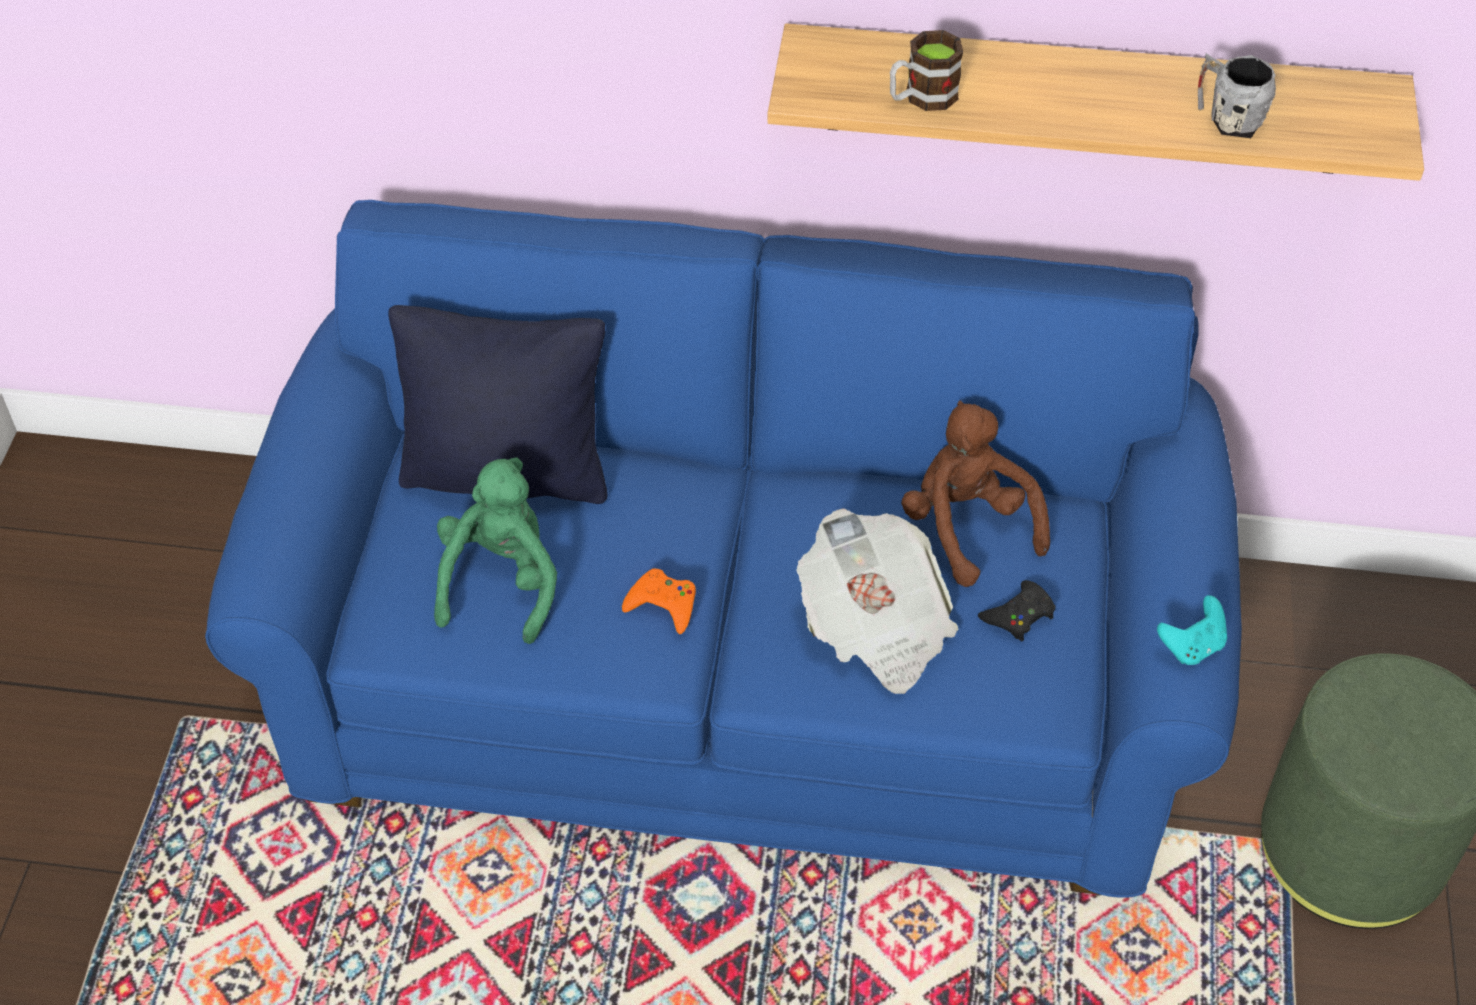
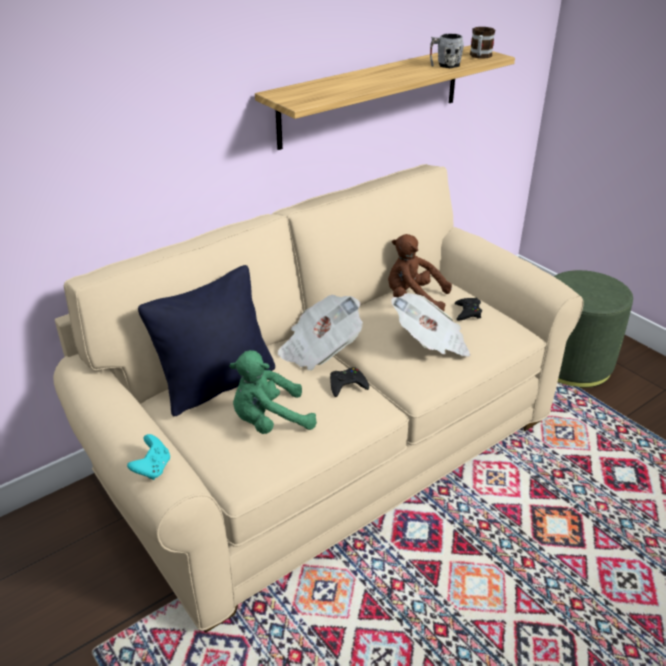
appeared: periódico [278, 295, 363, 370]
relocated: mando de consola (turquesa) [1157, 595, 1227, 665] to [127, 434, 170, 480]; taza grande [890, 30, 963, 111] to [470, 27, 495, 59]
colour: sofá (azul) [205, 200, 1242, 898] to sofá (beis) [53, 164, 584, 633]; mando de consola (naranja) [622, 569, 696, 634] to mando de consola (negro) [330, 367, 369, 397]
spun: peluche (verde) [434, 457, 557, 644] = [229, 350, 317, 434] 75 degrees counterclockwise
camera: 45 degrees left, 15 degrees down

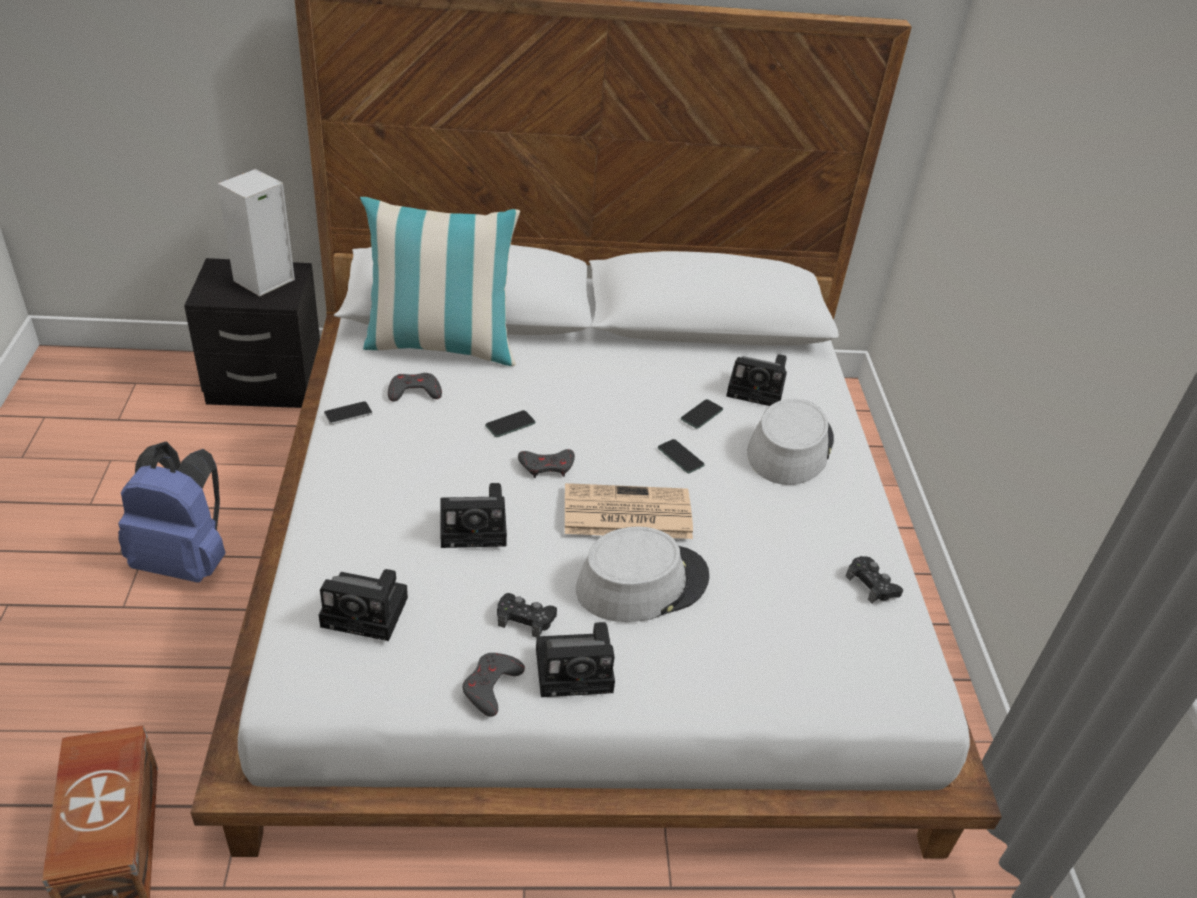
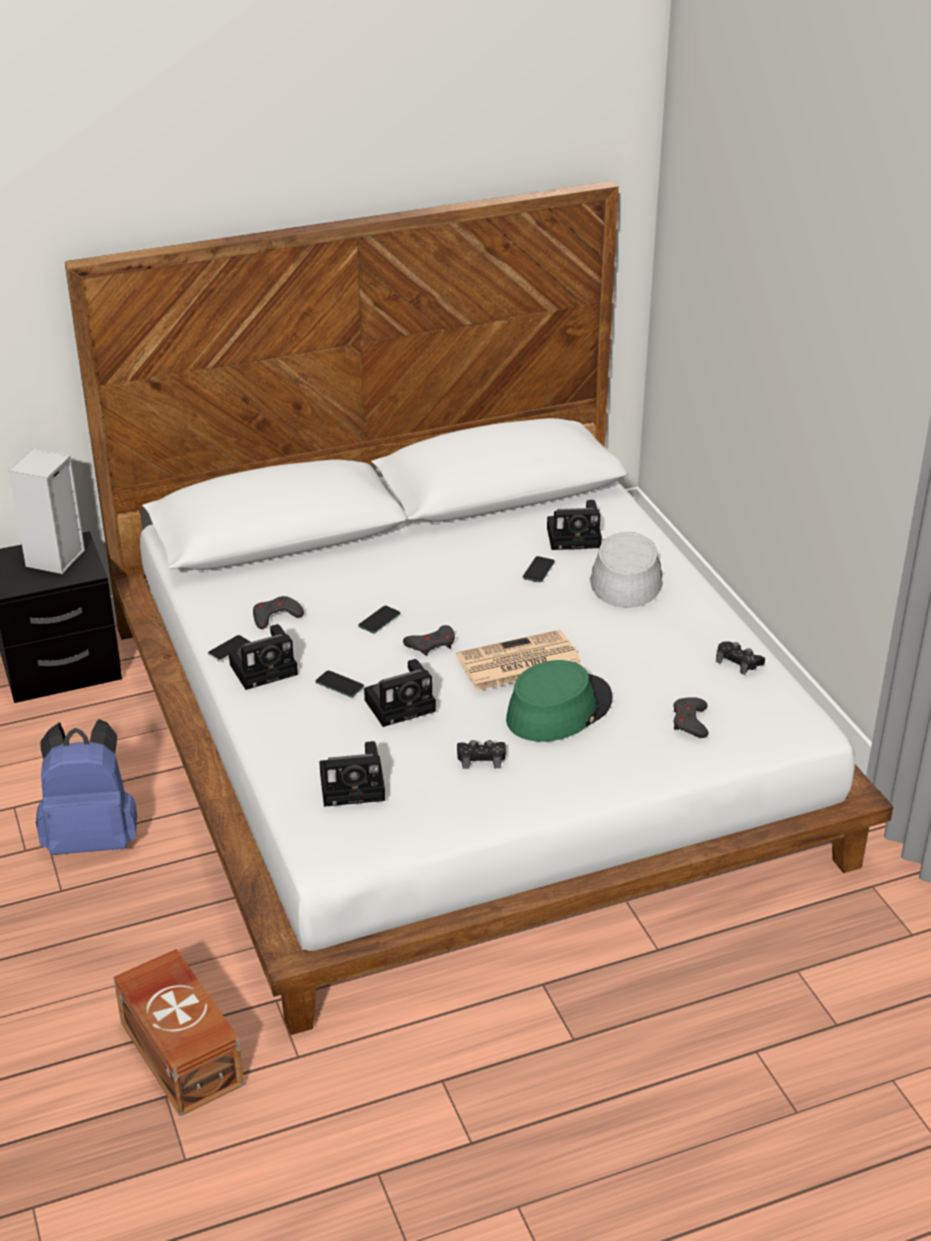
missing: cojín [360, 197, 520, 366]
relocated: cámara [536, 622, 615, 697] to [229, 624, 298, 690]; móvil [658, 439, 705, 473] to [315, 670, 364, 697]; mando de consola (gris) [462, 653, 525, 717] to [673, 697, 708, 738]
colour: sombrero (gris) [576, 526, 709, 622] to sombrero (verde) [506, 660, 612, 742]
camera: 15 degrees left, 5 degrees down

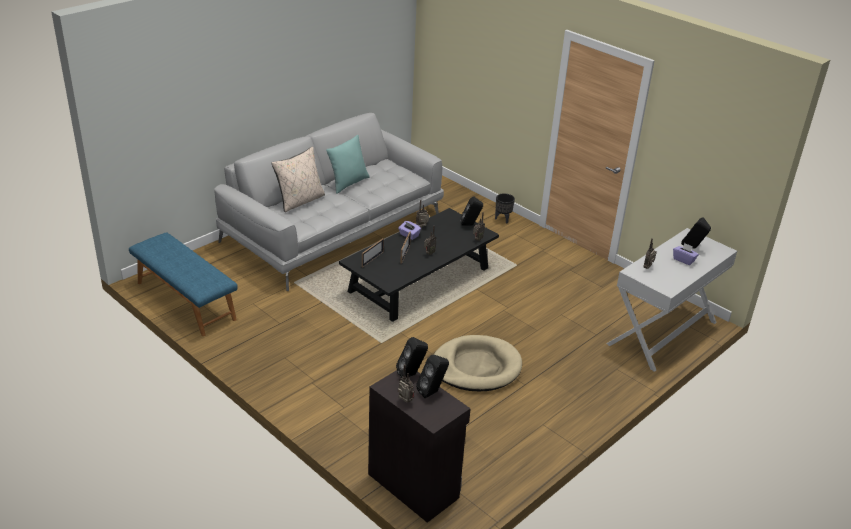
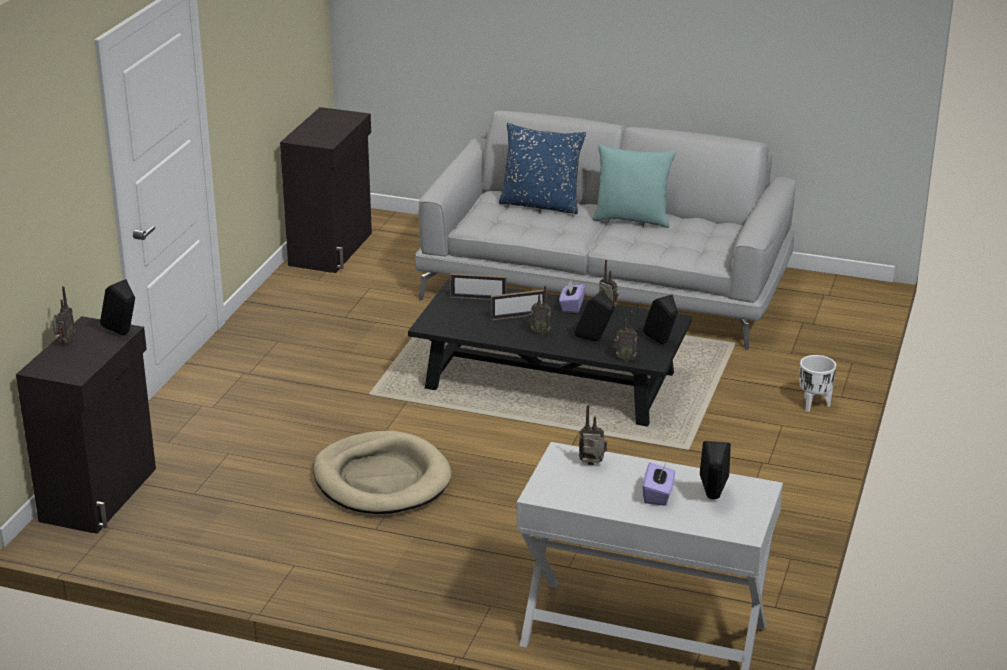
relocated: altavoz (negro) [416, 354, 449, 398] to [574, 290, 615, 342]
exchanged: banco (azul) [129, 233, 238, 336] to armario (negro) [280, 107, 372, 273]
colour: cojín (beis) [272, 147, 325, 212] to cojín (azul) [499, 123, 586, 214]; maceta (negro) [495, 193, 515, 224] to maceta (blanco) [799, 355, 836, 412]
camera: 65 degrees right, 5 degrees down

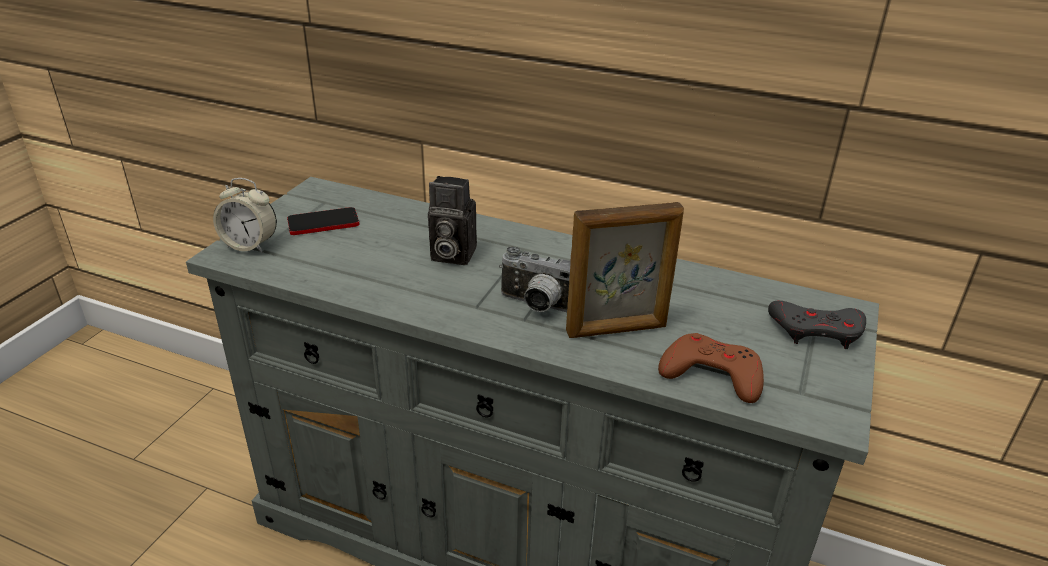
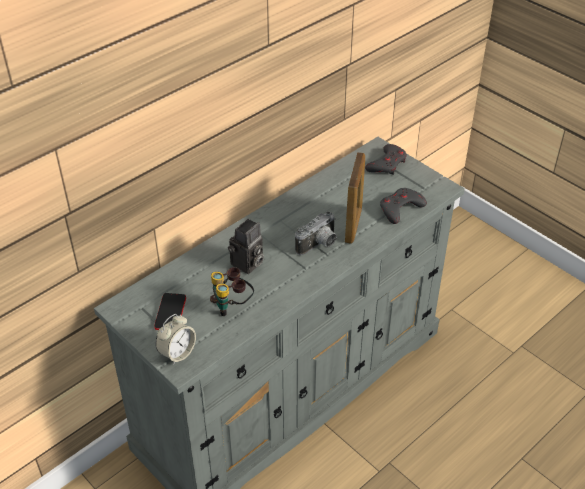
appeared: prismáticos [210, 267, 254, 316]
colour: mando de consola (marrón) [658, 333, 764, 403] to mando de consola (gris) [380, 188, 427, 224]
camera: 65 degrees left, 10 degrees up

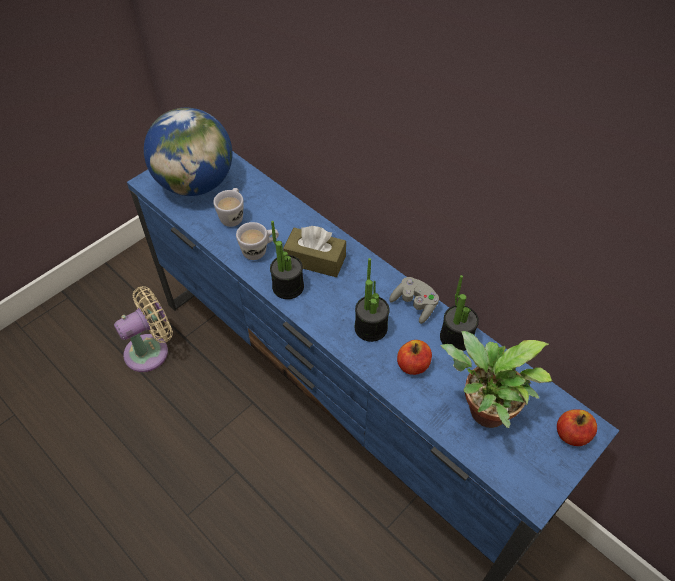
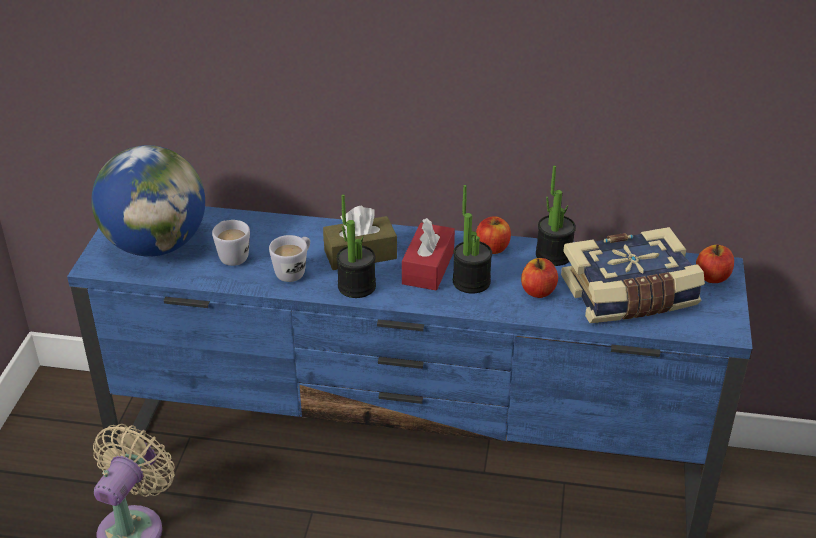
appeared: caja de pañuelos (rojo) [402, 218, 455, 291]
exchanged: mando de consola (gris) [389, 277, 439, 324] to manzana [476, 216, 511, 254]; planta en maceta [440, 331, 552, 428] to libro [561, 227, 705, 323]
camera: 35 degrees left, 15 degrees down

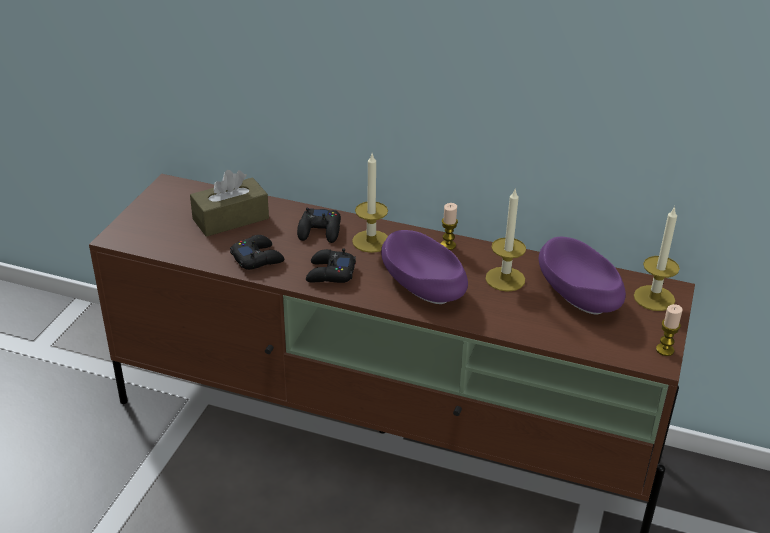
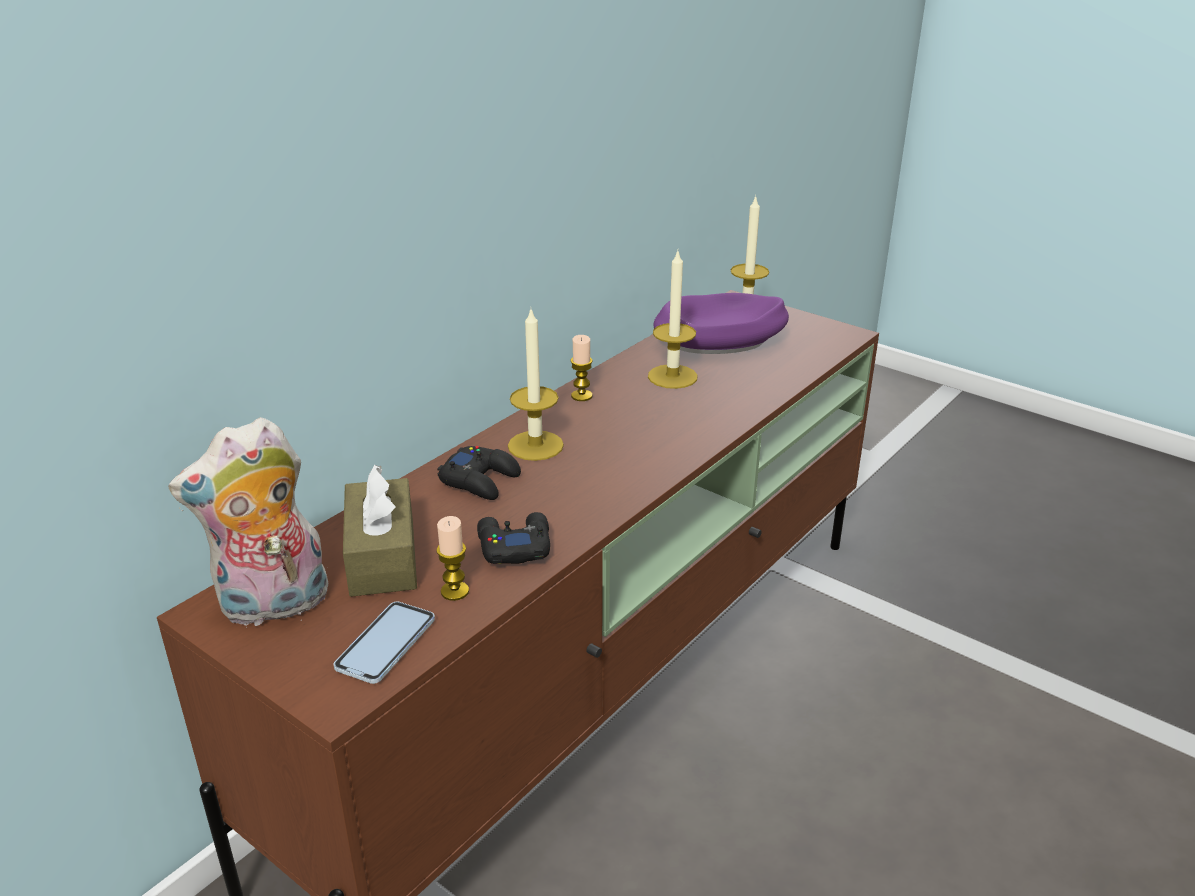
missing: mando de consola (negro) [306, 248, 356, 283]; cuenco (morado) [381, 230, 468, 304]
appeared: peluche [168, 417, 328, 628]; móvil [333, 602, 435, 684]
relocated: vela [656, 304, 683, 356] to [436, 516, 469, 601]
camera: 70 degrees left, 5 degrees down

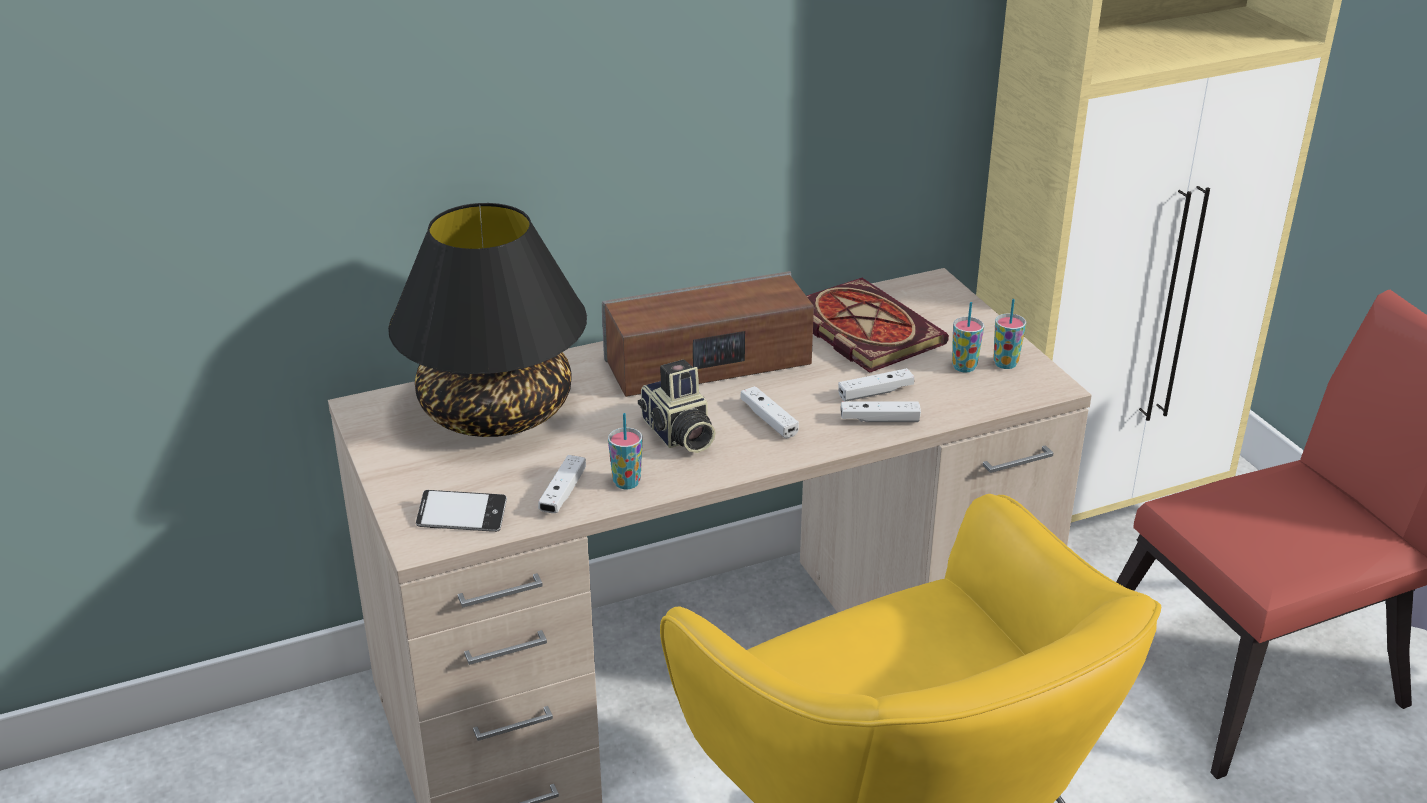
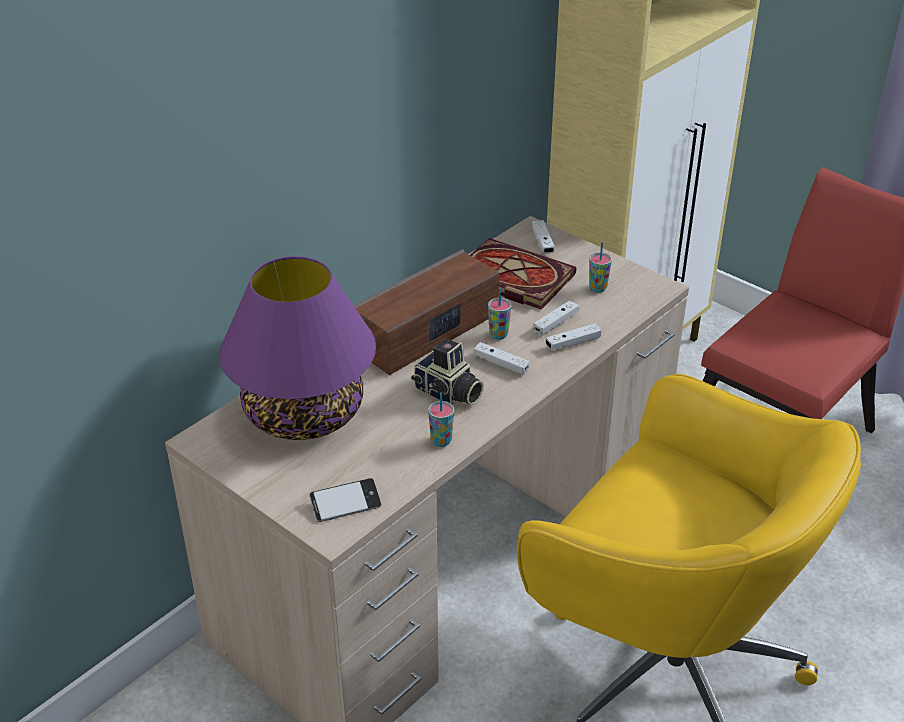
relocated: taza [993, 299, 1026, 369] to [488, 288, 511, 340]; mando de consola (blanco) [538, 455, 586, 513] to [532, 220, 555, 253]
colour: lámpara de mesa (negro) [388, 203, 587, 437] to lámpara de mesa (morado) [219, 256, 376, 440]
camera: 25 degrees left, 5 degrees up

